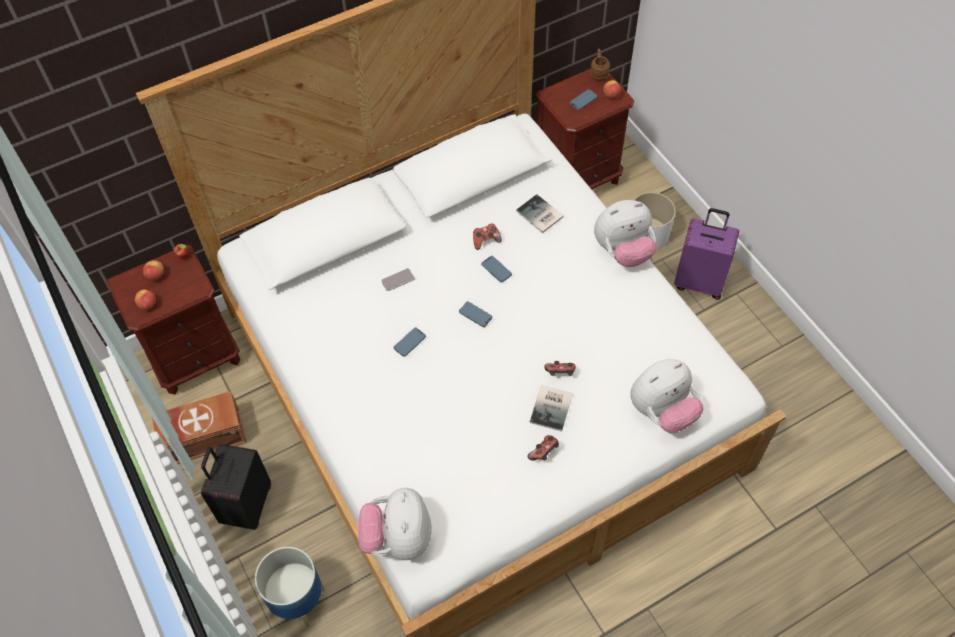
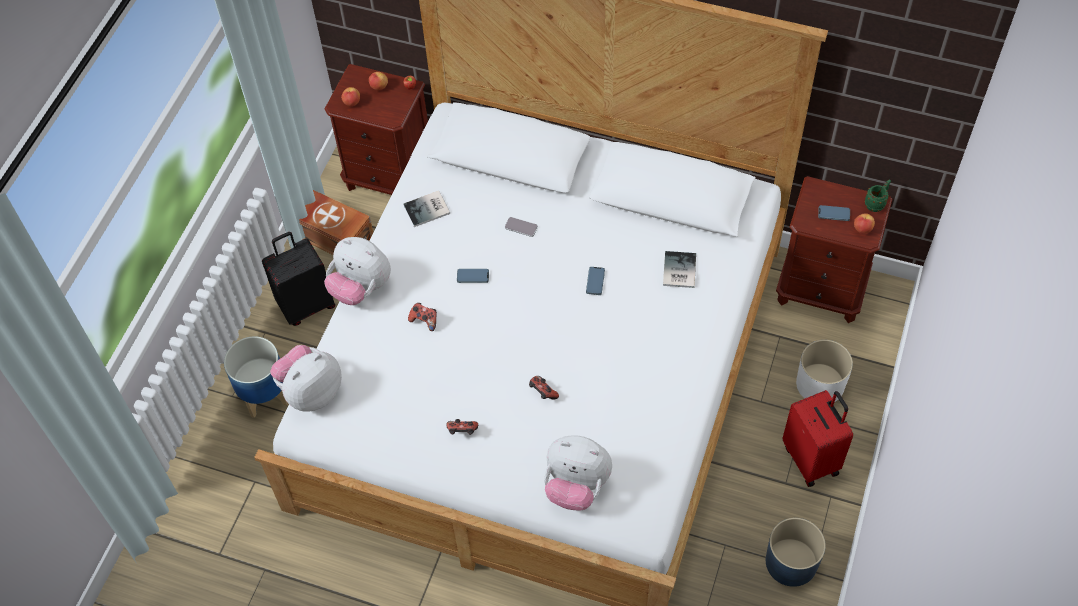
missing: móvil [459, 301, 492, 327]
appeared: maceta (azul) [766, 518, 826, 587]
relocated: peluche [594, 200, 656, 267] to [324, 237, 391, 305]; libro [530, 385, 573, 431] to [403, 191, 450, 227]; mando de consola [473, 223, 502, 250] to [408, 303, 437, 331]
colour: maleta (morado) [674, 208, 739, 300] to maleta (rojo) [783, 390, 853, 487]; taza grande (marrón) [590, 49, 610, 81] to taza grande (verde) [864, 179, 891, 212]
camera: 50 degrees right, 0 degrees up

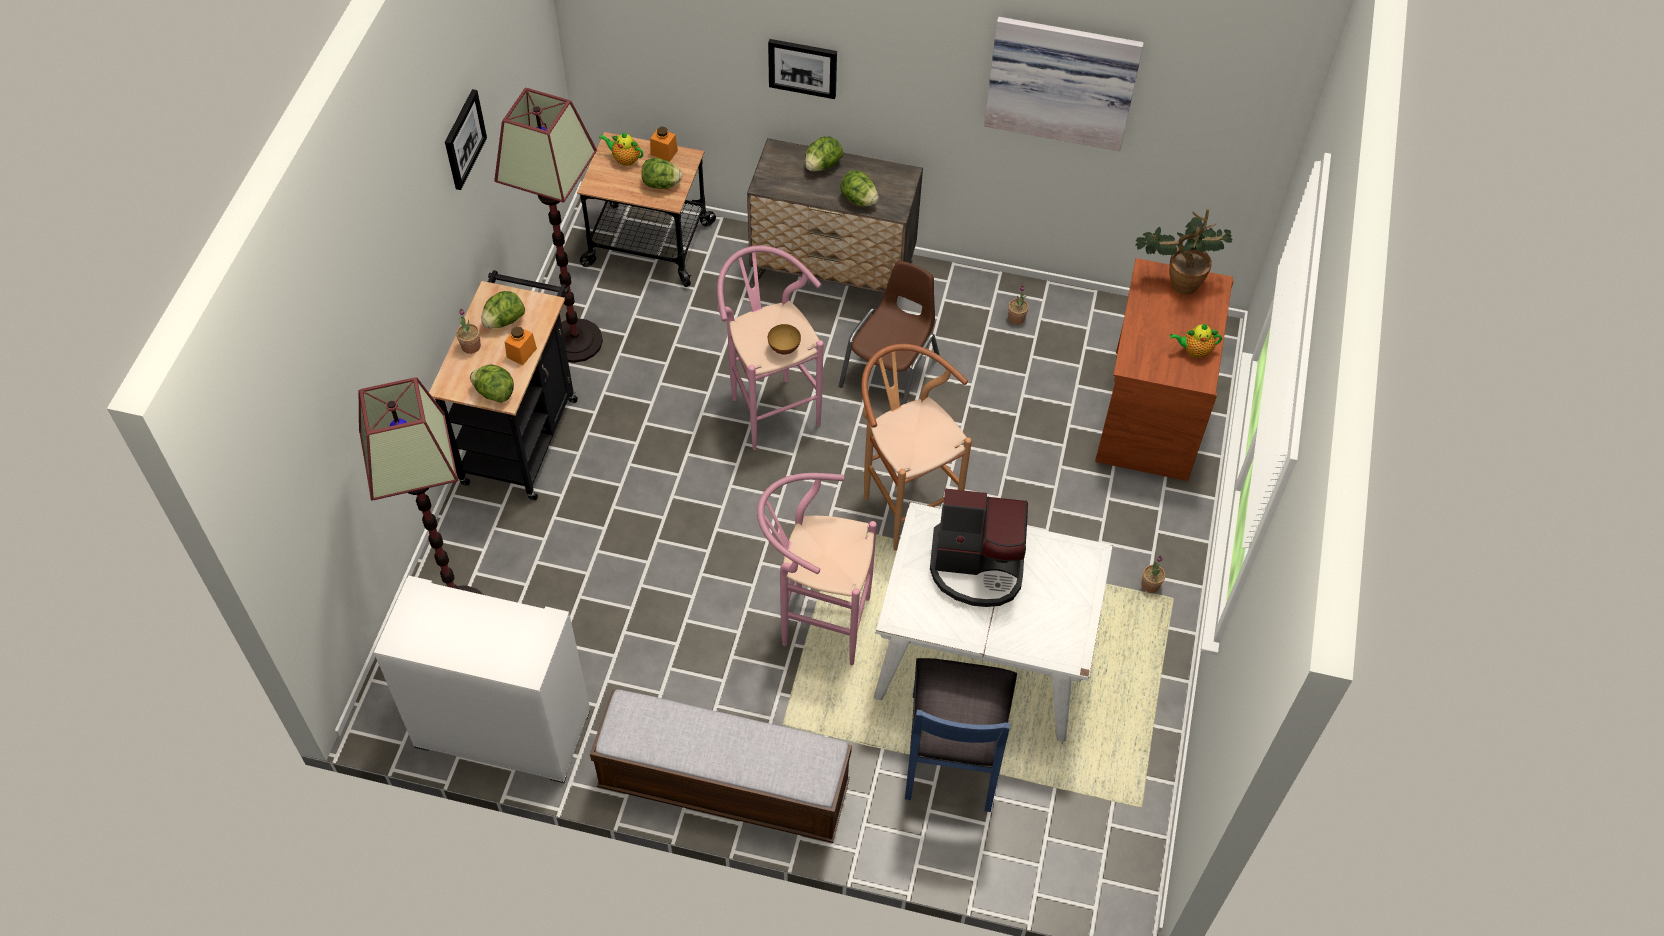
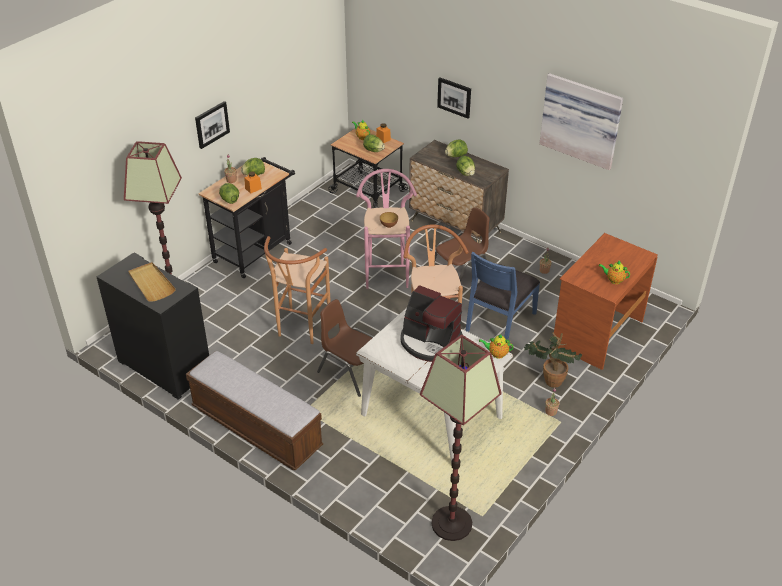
appeared: bandeja (beis) [128, 262, 176, 302]; taburete (marrón) [264, 236, 330, 344]; tetera [479, 334, 513, 359]
relocated: cuadro [445, 89, 487, 190] to [195, 101, 230, 149]; lámpara de pie [494, 88, 603, 363] to [420, 334, 502, 541]; silla (azul) [905, 658, 1017, 812] to [465, 252, 540, 340]; planta en maceta [1136, 209, 1233, 294] to [524, 333, 582, 388]
exchanged: taburete (rosa) [757, 473, 877, 665] to silla (marrón) [317, 299, 374, 397]
colour: armario (blanco) [374, 576, 590, 783] to armario (negro) [97, 253, 209, 400]
camera: 25 degrees right, 15 degrees down

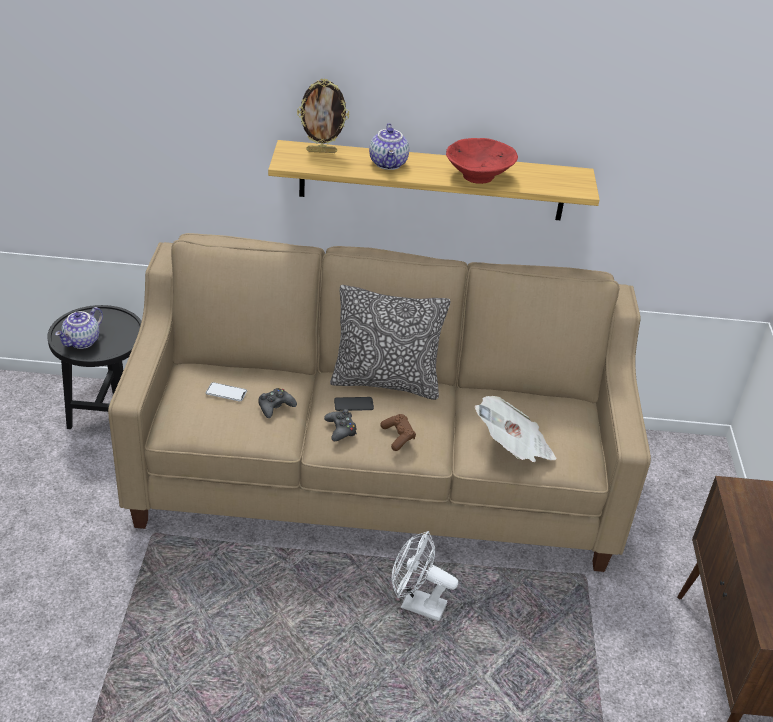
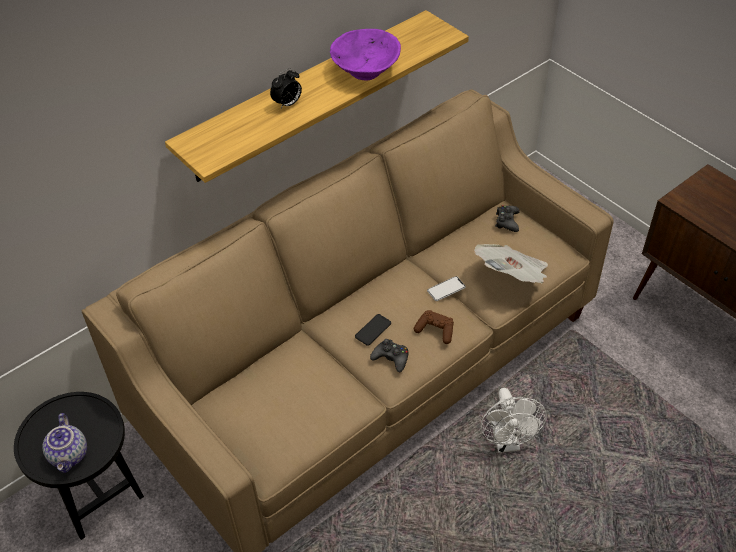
missing: portarretratos [297, 78, 349, 153]; cojín [330, 285, 450, 400]
relocated: móvil [206, 382, 247, 401] to [427, 276, 466, 301]; mando de consola (negro) [258, 388, 297, 418] to [495, 205, 520, 232]
exchanged: tetera [369, 123, 409, 170] to despertador [270, 68, 302, 109]
colour: cuenco (rojo) [446, 138, 518, 184] to cuenco (morado) [330, 29, 401, 80]
spun: ventilador (blanco) [391, 531, 458, 621] = [480, 388, 547, 453] 75 degrees counterclockwise
camera: 40 degrees left, 10 degrees up

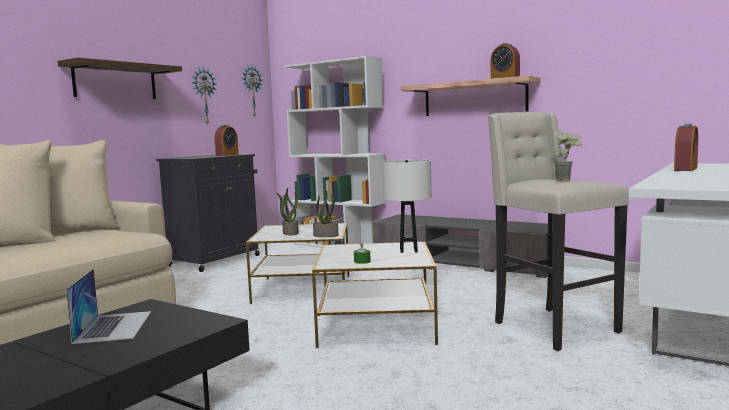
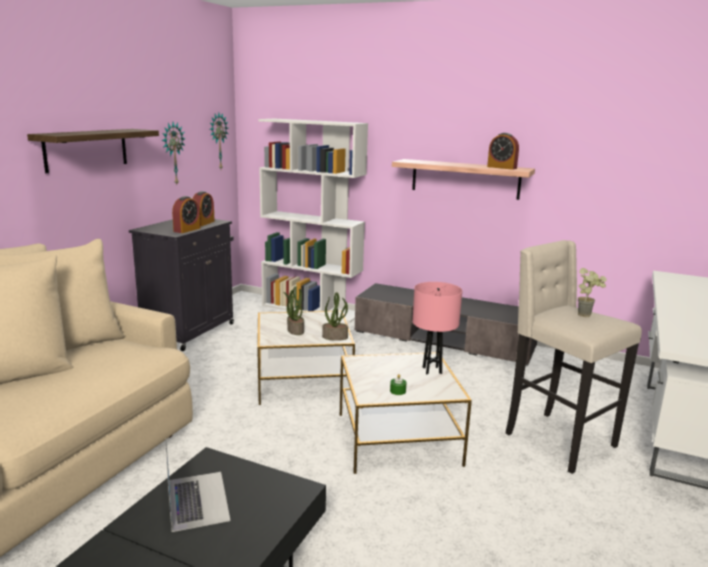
relocated: despertador [674, 123, 698, 171] to [172, 196, 201, 233]
colour: lámpara de mesa (blanco) [382, 159, 431, 253] to lámpara de mesa (rosa) [413, 282, 462, 374]
camera: 10 degrees left, 10 degrees up

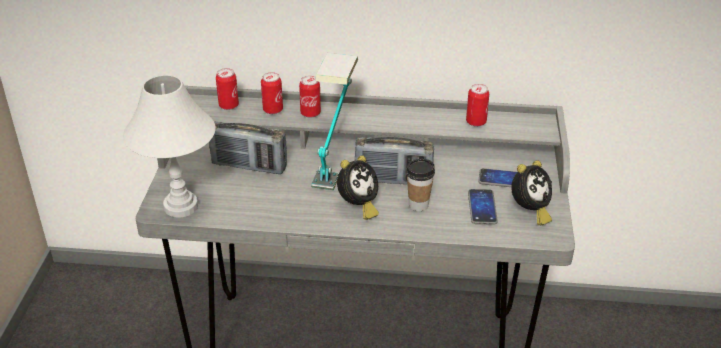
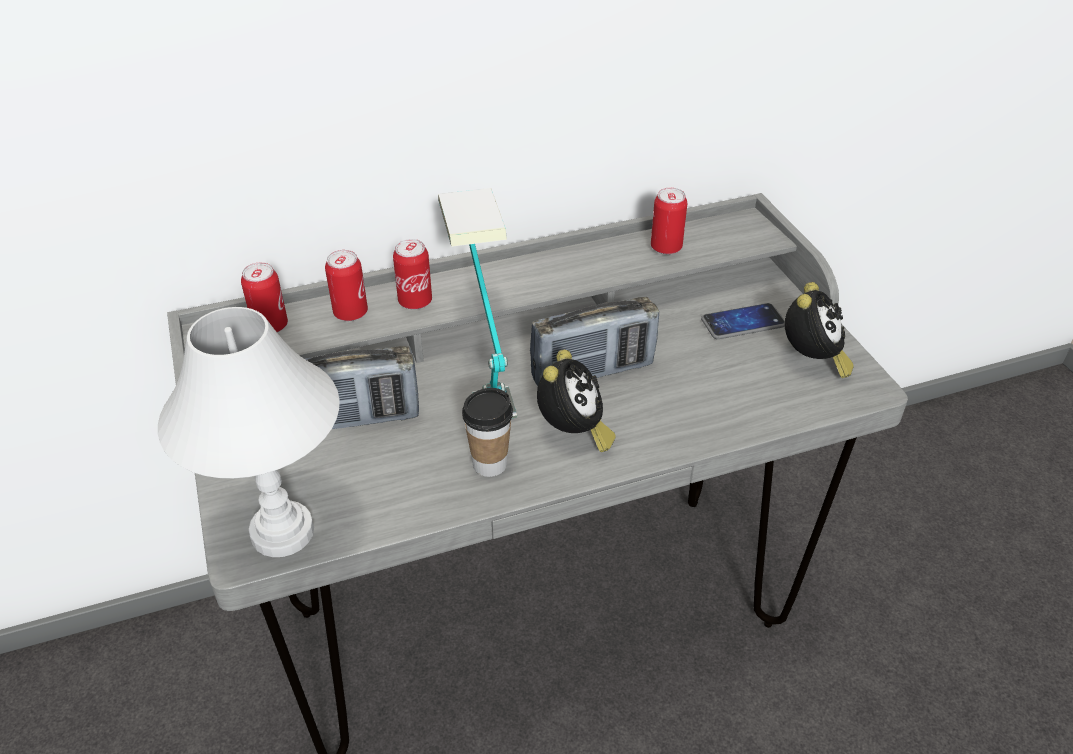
missing: móvil [468, 189, 498, 225]
relocated: taza [406, 159, 435, 211] to [462, 388, 513, 477]
camera: 25 degrees left, 5 degrees up

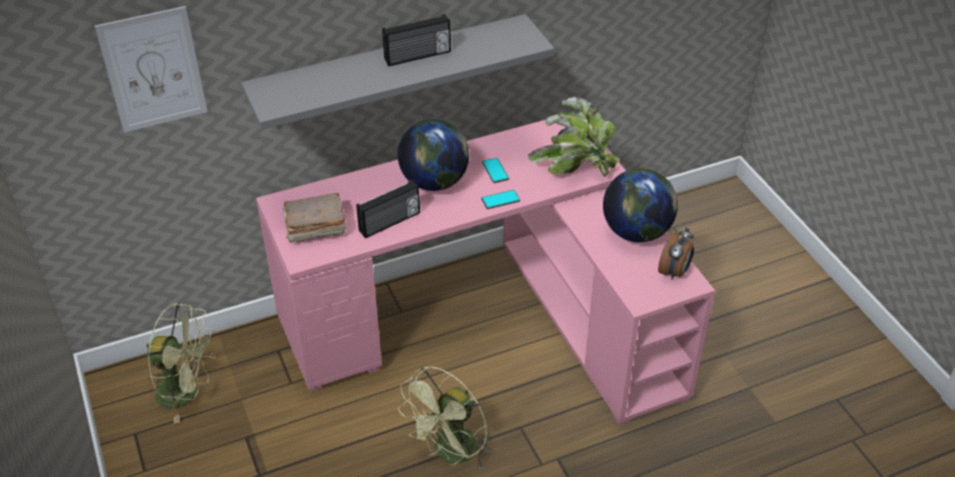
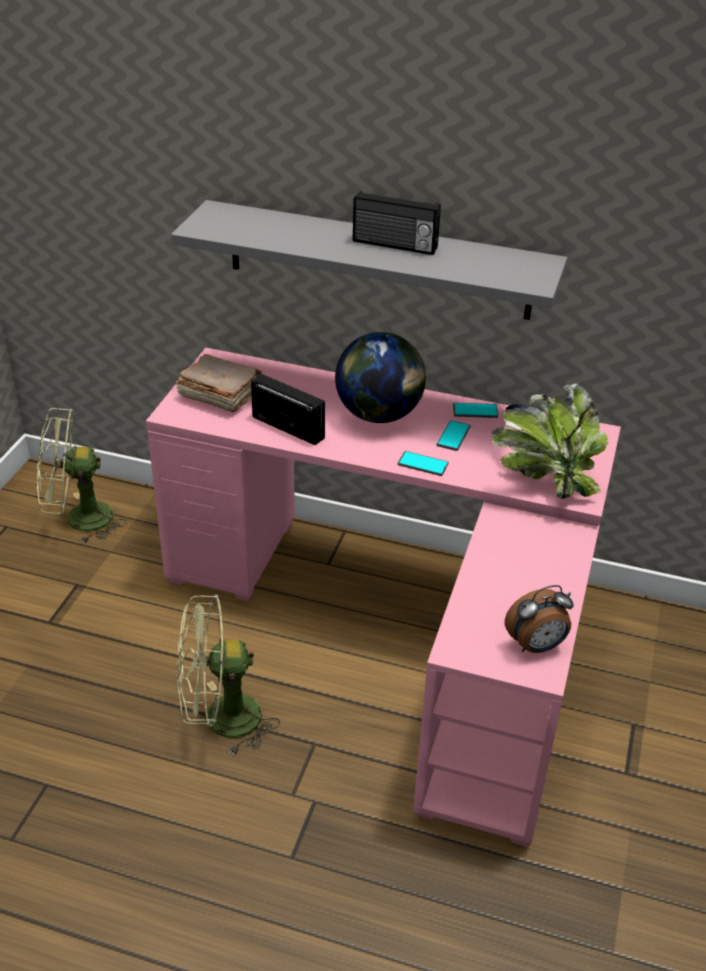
missing: cuadro [95, 6, 207, 132]; globo terráqueo [603, 168, 678, 242]
appeared: móvil [453, 403, 498, 418]
spun: ventilador (verde) [146, 303, 215, 423] = [37, 408, 127, 544] 120 degrees clockwise; radio [356, 180, 420, 238] = [251, 374, 325, 445] 150 degrees counterclockwise
camera: 40 degrees right, 5 degrees down

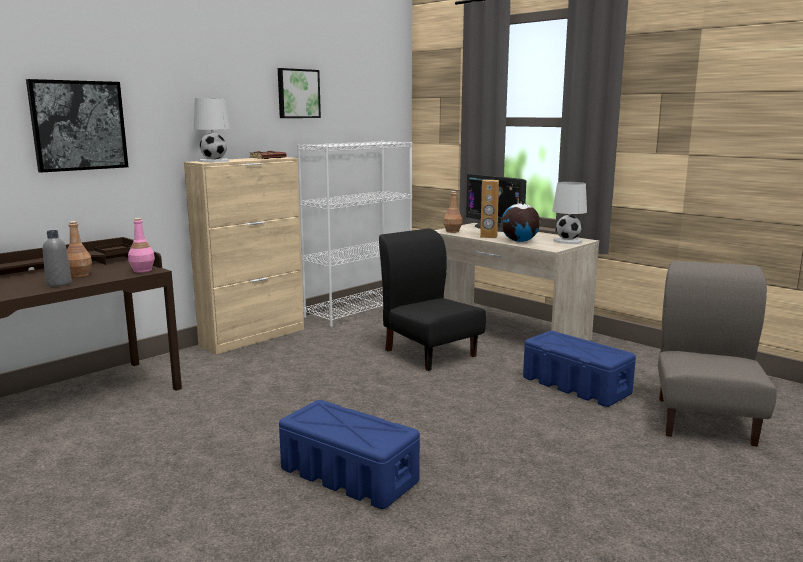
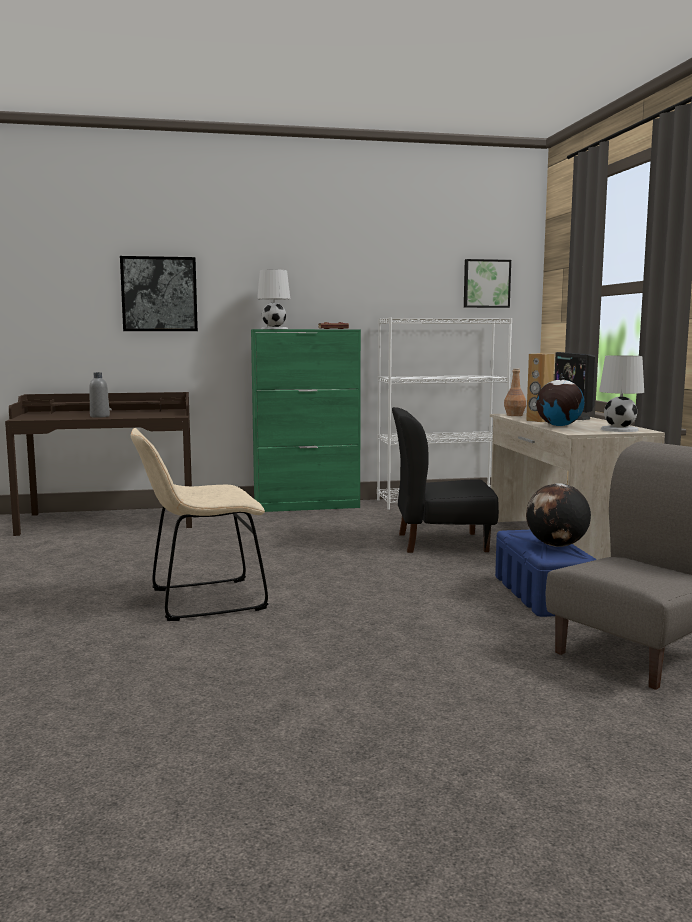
missing: botella (marrón) [67, 221, 92, 277]; botella (rosa) [128, 218, 155, 273]
appeared: globo terráqueo [526, 483, 591, 547]
relocated: cuadro [278, 68, 321, 118] to [464, 259, 511, 308]
exchanged: caja de almacenaje (azul) [279, 400, 420, 509] to silla (beis) [131, 428, 268, 621]
colour: armario (beis) [184, 157, 304, 354] to armario (verde) [251, 329, 361, 512]
spun: silla (negro) [379, 228, 486, 371] = [392, 407, 499, 553] 90 degrees counterclockwise
camera: 35 degrees right, 5 degrees down

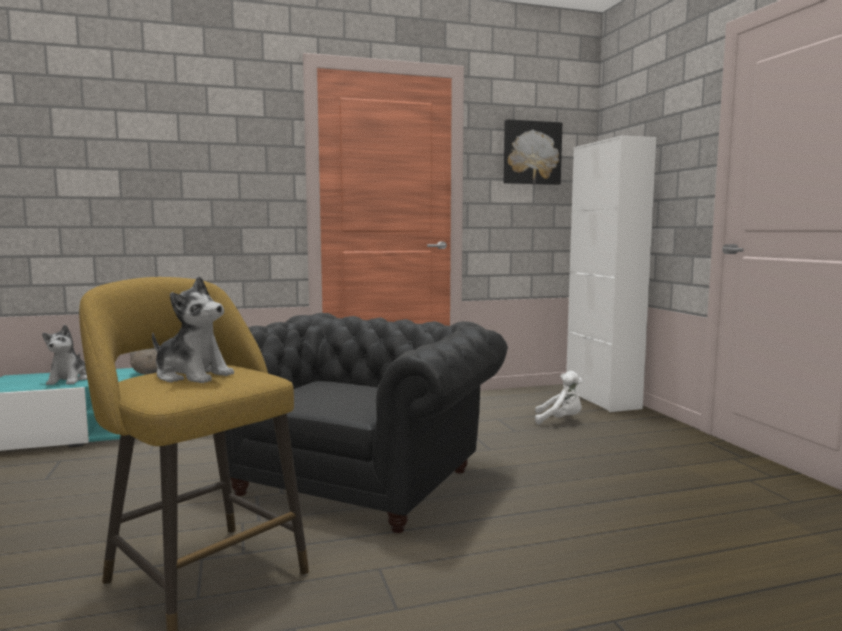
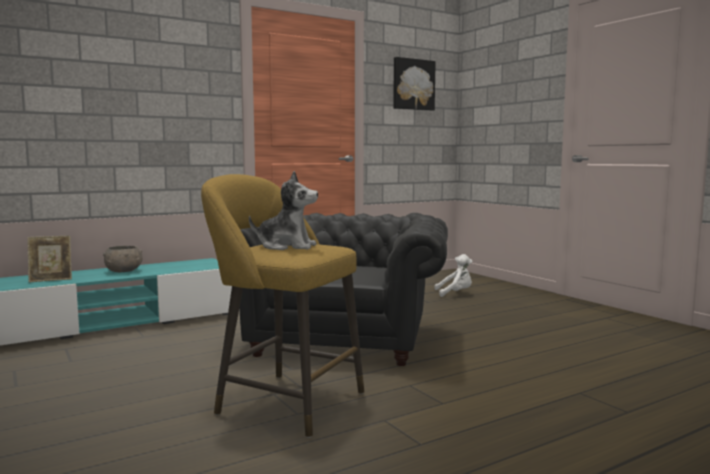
missing: armario (blanco) [566, 135, 656, 412]
exchanged: peluche [42, 325, 87, 385] to portarretratos [27, 236, 72, 282]
camera: 15 degrees left, 0 degrees up

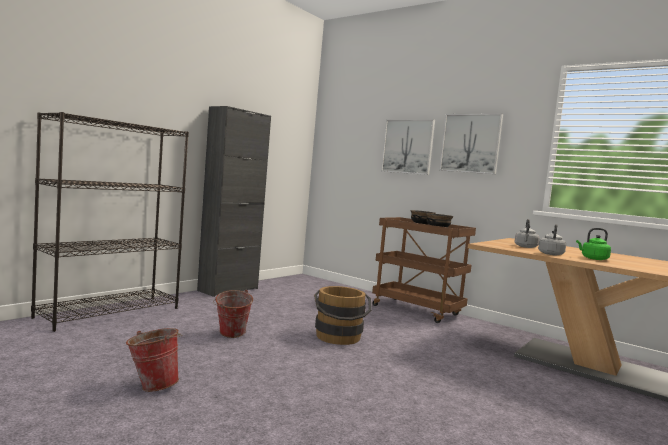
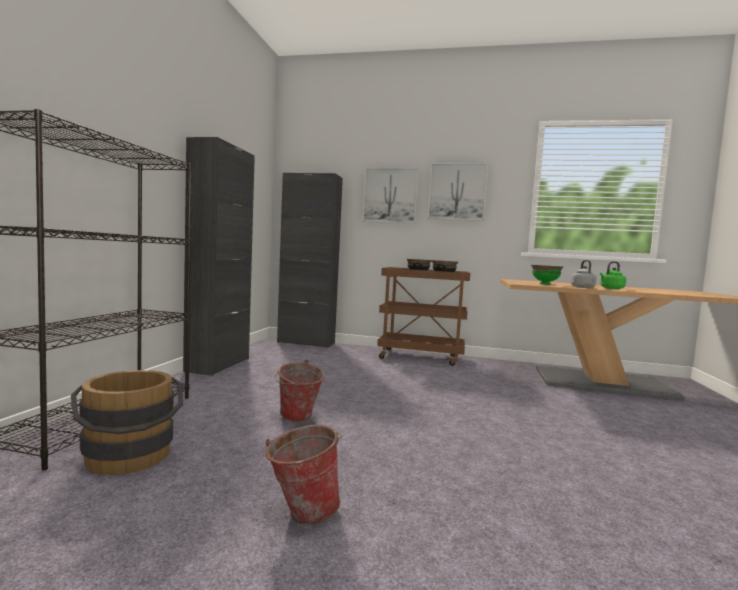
appeared: armario (negro) [277, 173, 343, 348]
relocated: cubo (marrón) [314, 286, 372, 345] to [71, 370, 183, 475]
exchanged: hervidor (gris) [514, 219, 539, 248] to cuenco (verde) [531, 265, 563, 285]
camera: 25 degrees left, 0 degrees up

